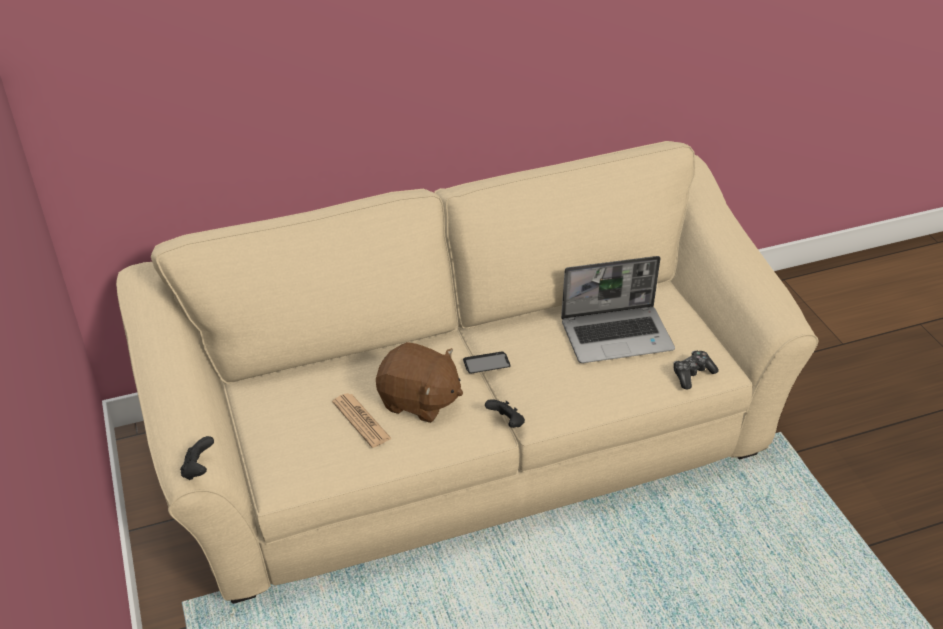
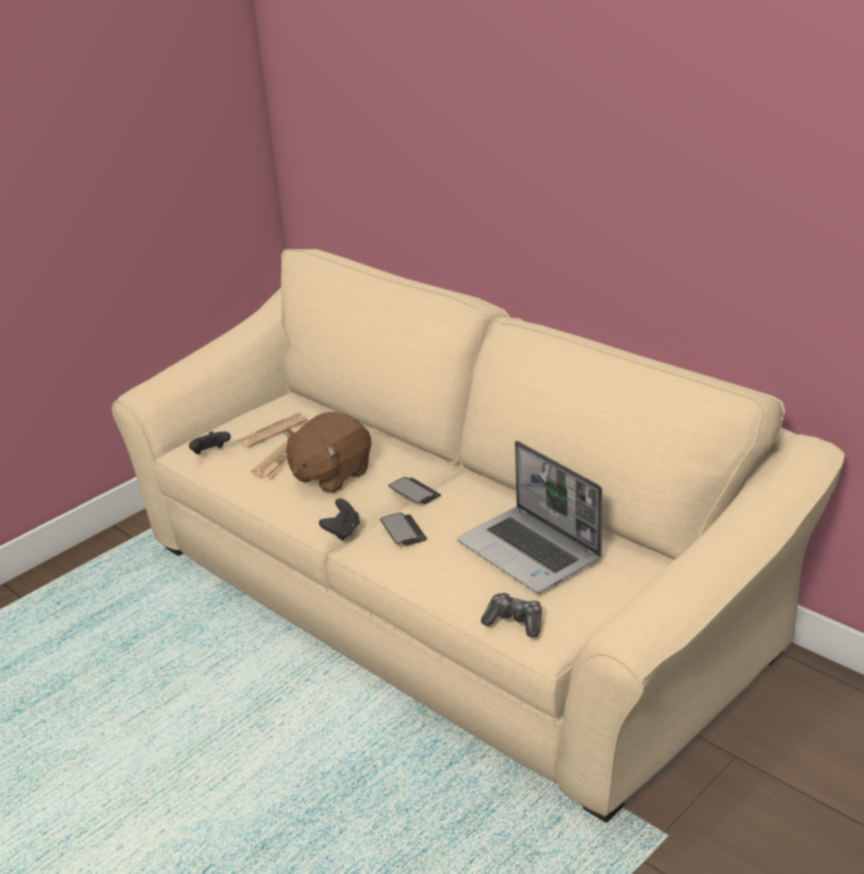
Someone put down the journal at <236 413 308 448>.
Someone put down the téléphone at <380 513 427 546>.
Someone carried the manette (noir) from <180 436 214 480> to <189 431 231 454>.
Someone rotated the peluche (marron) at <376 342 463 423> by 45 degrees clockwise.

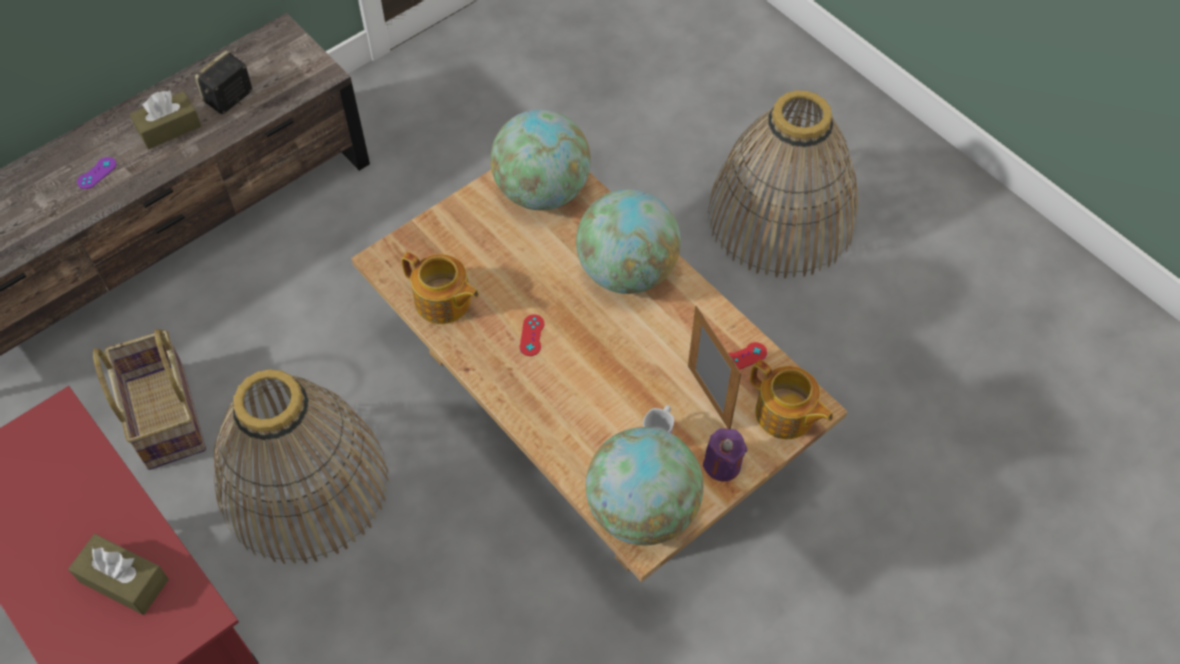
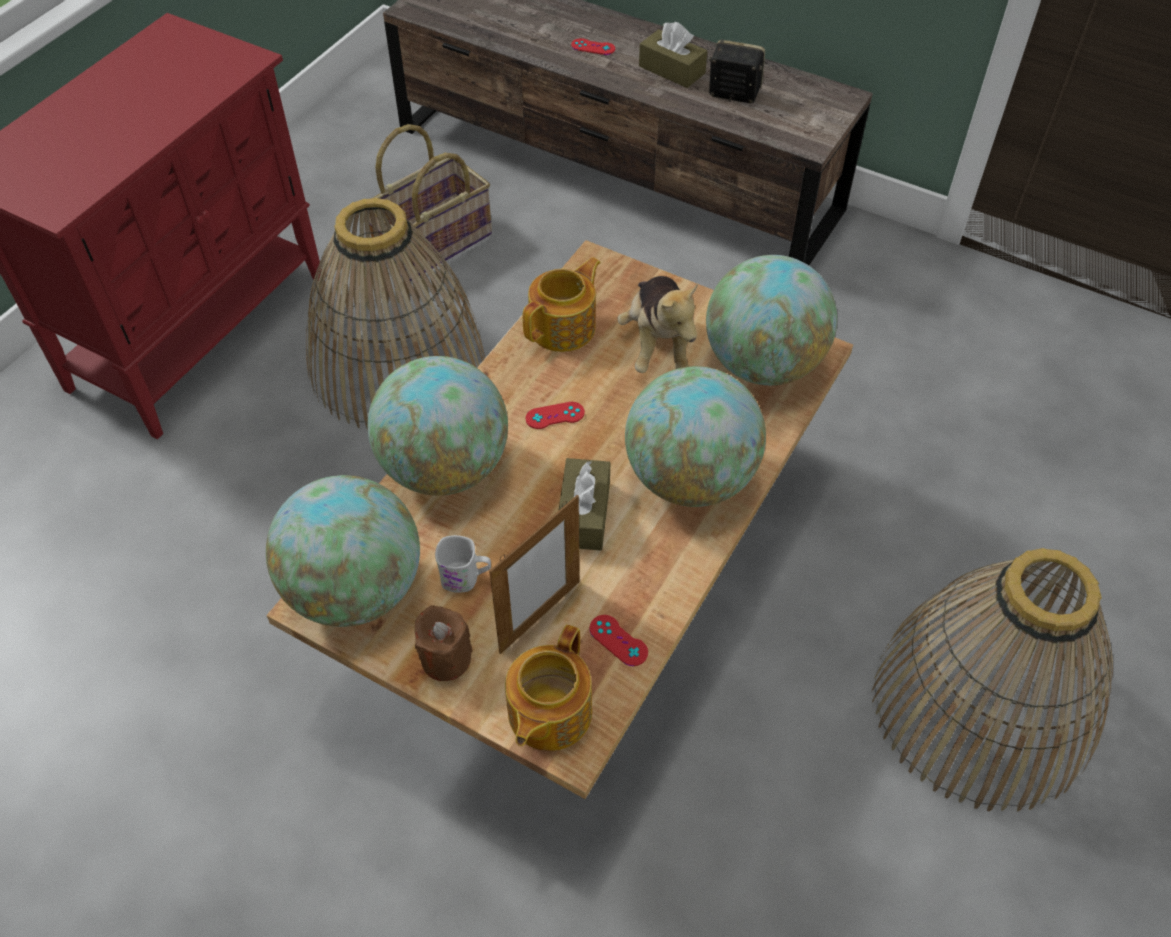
Someone put down the globe at <368 356 508 496>.
Someone put down the peluche at <618 276 698 373>.
Someone carried the boîte à mouchoirs (marron) from <68 534 169 615> to <559 458 610 551>.
Someone repainted the manette (violet) at <77 157 116 189>, which became the manette (rouge) at <571 38 615 55>.
Someone repainted the bougie (violet) at <703 428 747 481>, which became the bougie (marron) at <415 606 473 681>.
Someone rotated the théière at <402 252 479 324> by 150 degrees counterclockwise.

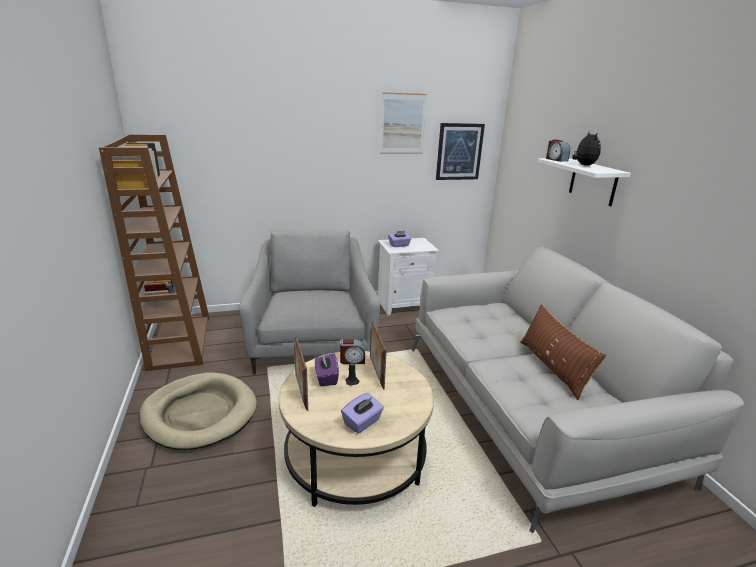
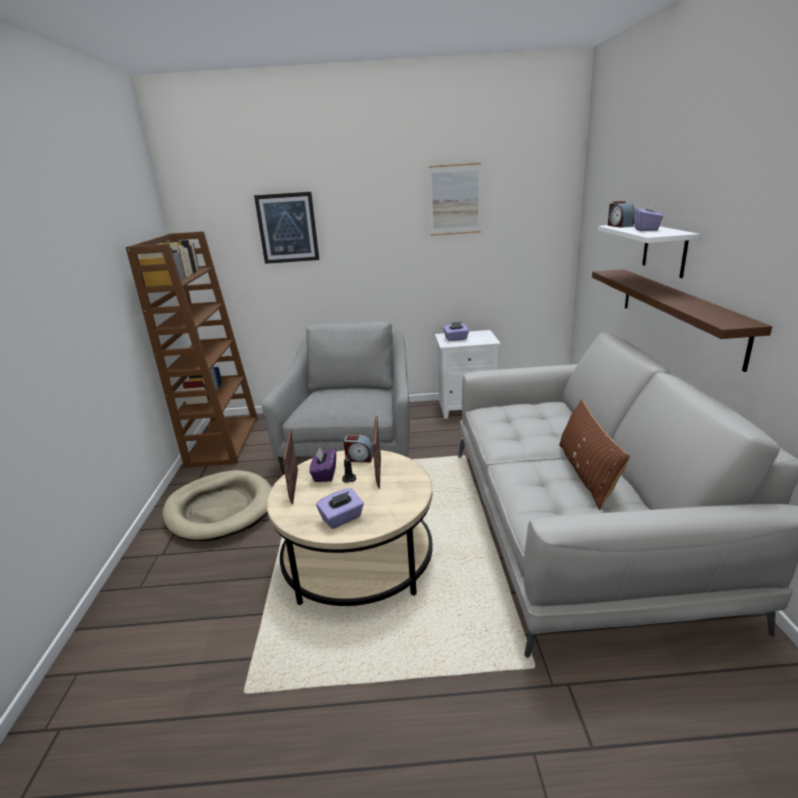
Someone put up the étagère (marron) at <592 269 772 372>.
Someone carried the tableau from <436 123 485 180> to <254 192 319 264>.
Someone swapped the peluche at <572 131 601 166> for the boîte à mouchoirs (violet) at <634 201 663 231>.

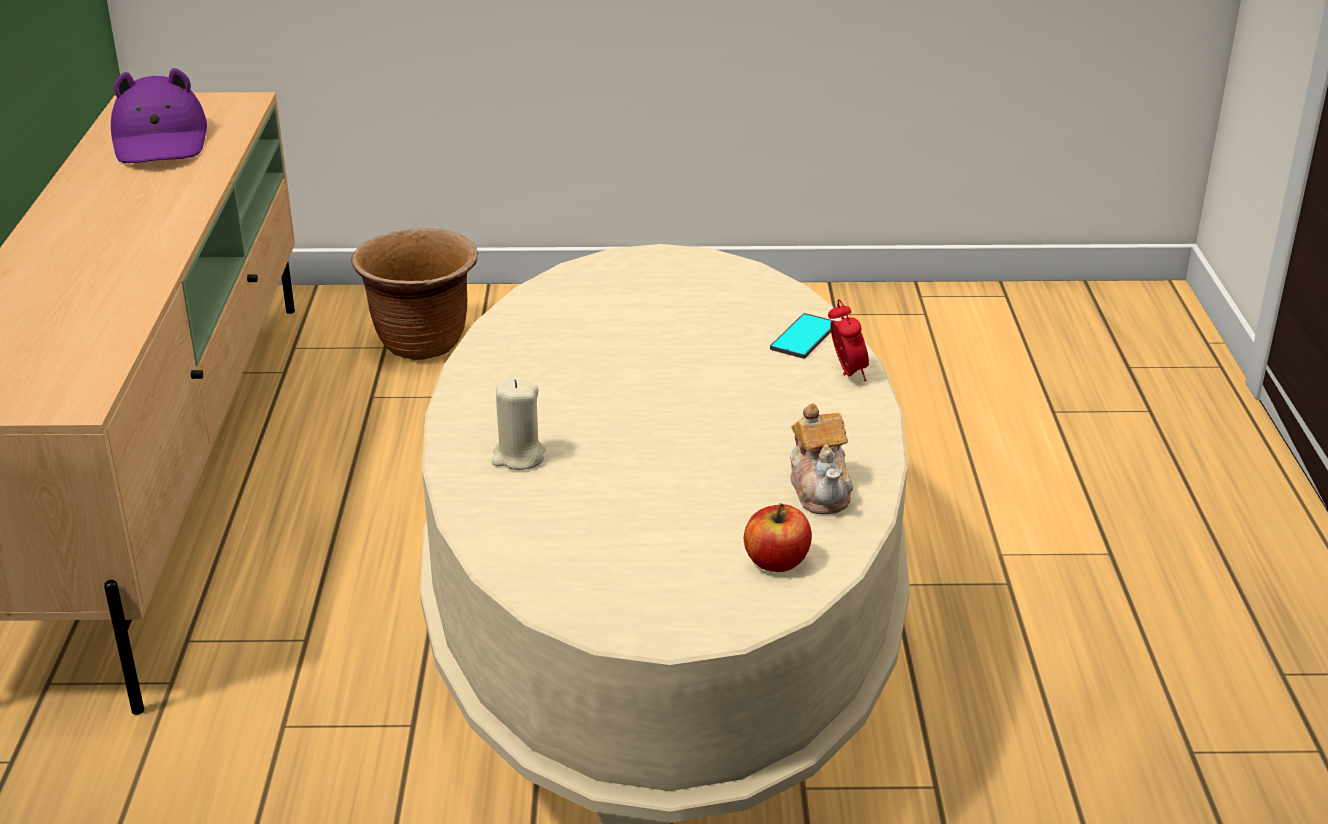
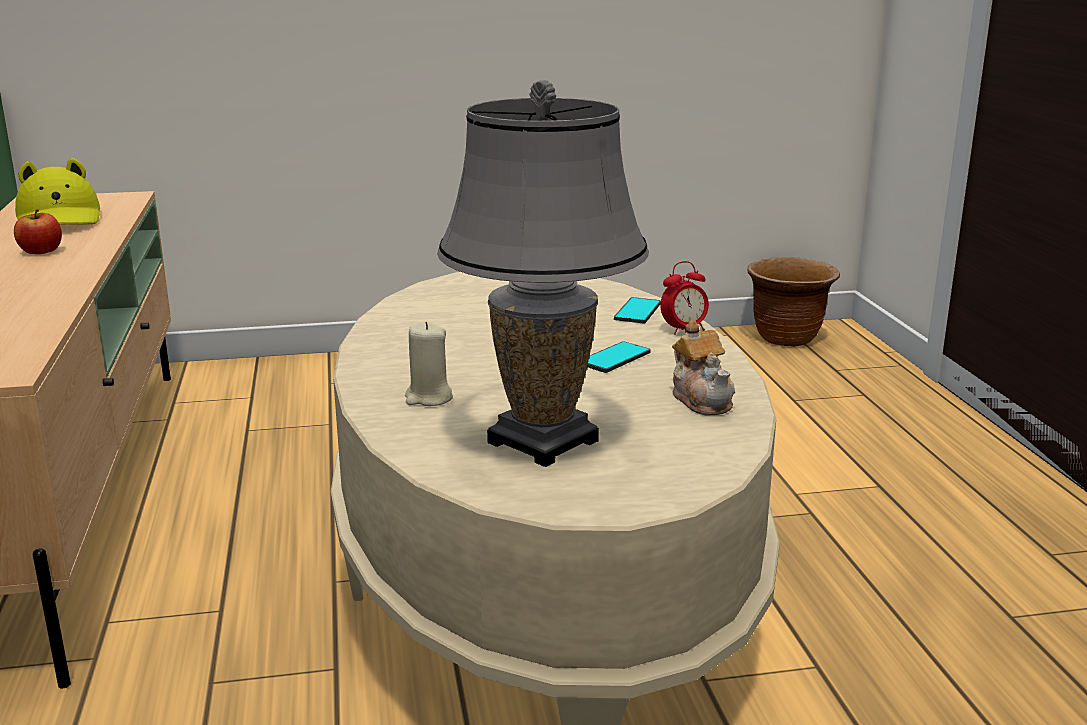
Someone put down the lampe de table (gris) at <437 80 649 467>.
Someone put down the téléphone at <587 341 651 373>.
Someone carried the cache-pot (marron) from <352 228 478 360> to <747 257 840 347>.
Someone carried the pomme from <744 503 812 572> to <14 209 62 254>.
Someone repainted the chapeau (violet) at <111 68 207 163>, which became the chapeau (jaune) at <15 158 100 225>.
Someone rotated the réveil at <828 299 869 381> by 90 degrees clockwise.

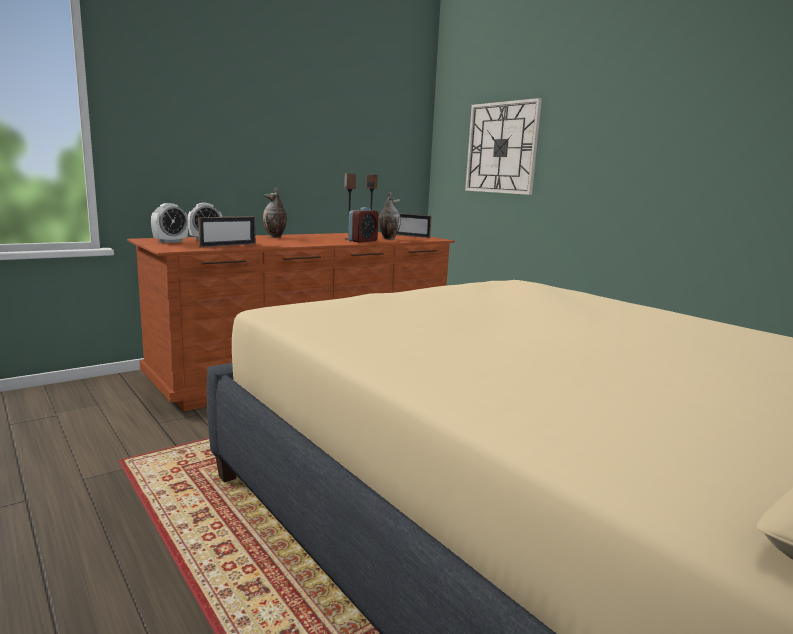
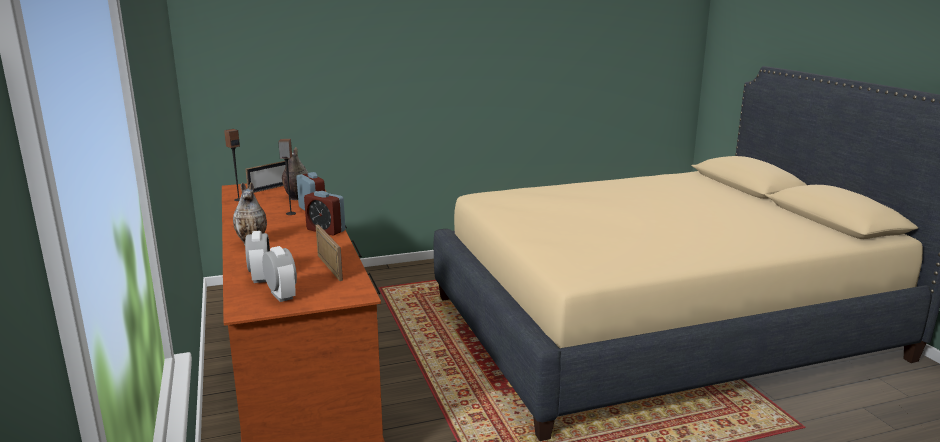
Someone took away the horloge murale at <465 98 542 195>.
Someone put down the réveil at <304 191 345 235>.

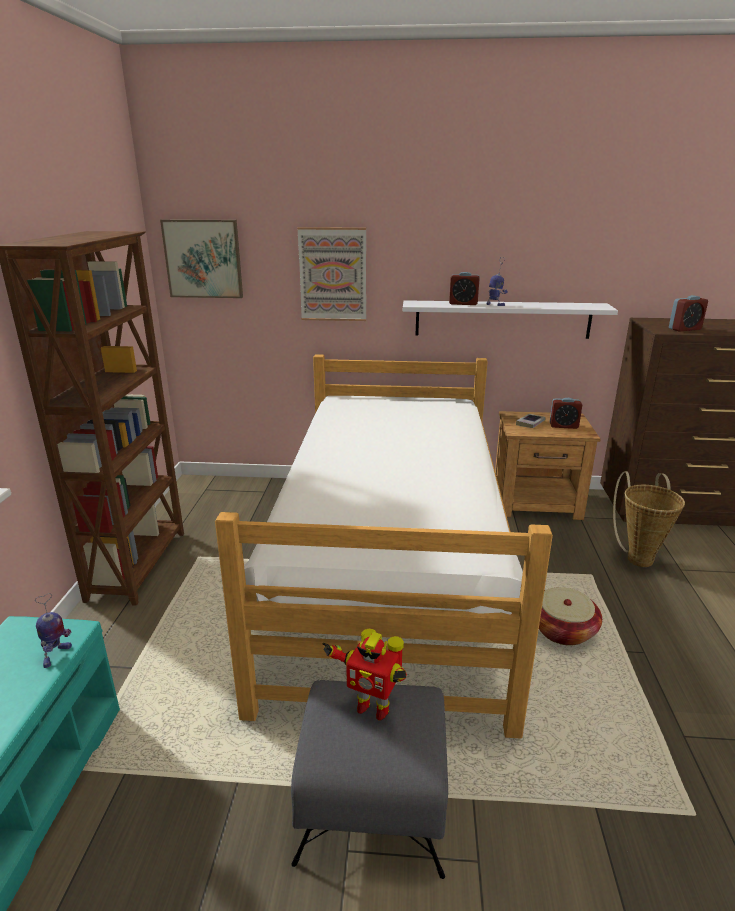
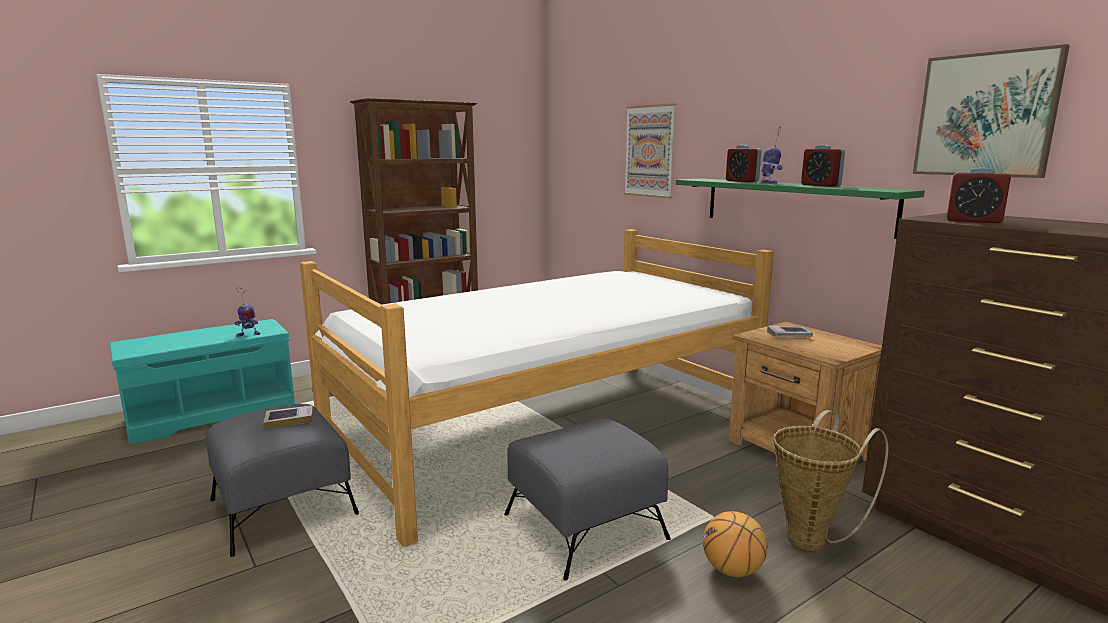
Someone put down the ballon de basket at <703 511 767 577>.
Someone carried the tableau from <160 219 243 298> to <913 44 1070 178>.
Someone carried the réveil from <550 398 582 429> to <801 145 845 187>.
Someone swapped the robot jouet at <323 629 407 720> for the livre at <263 405 313 428>.
Someone swapped the panier at <539 587 602 646> for the pouf (gris) at <504 418 671 580>.
Someone repainted the étagère (blanc) at <403 300 618 339>, which became the étagère (vert) at <676 179 925 239>.

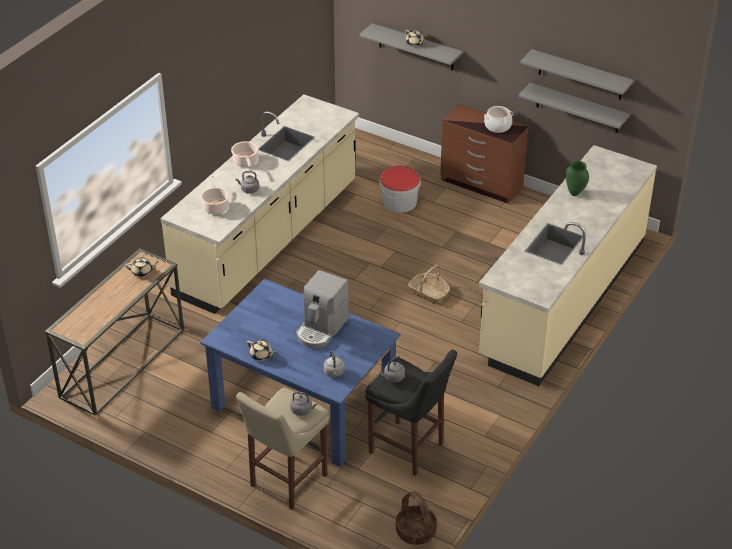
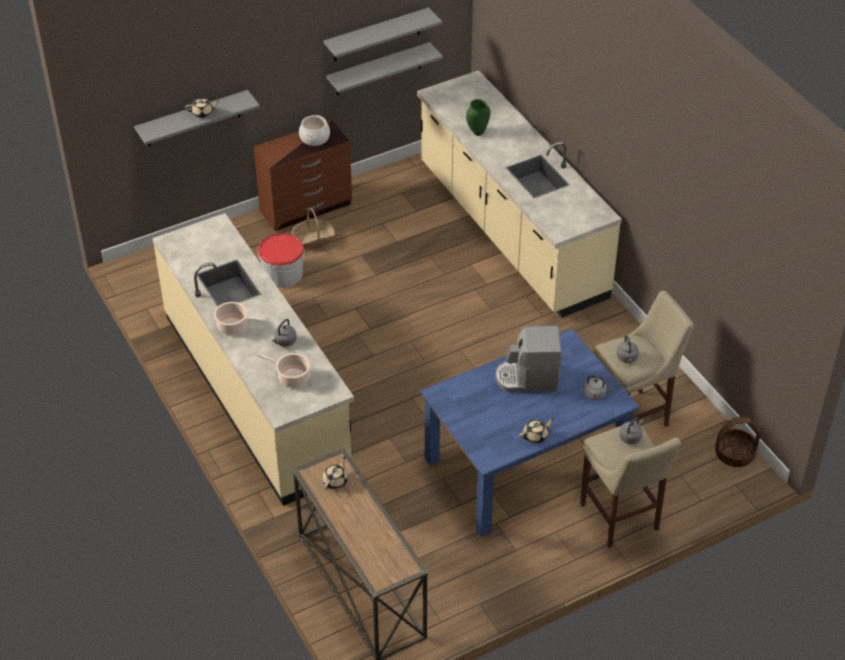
Someone carried the panier from <408 265 450 304> to <291 208 336 249>.
Someone repainted the tabouret (noir) at <365 349 457 476>, which became the tabouret (beige) at <595 290 694 427>.
Someone rotated the machine à café at <296 270 349 348> by 120 degrees clockwise.

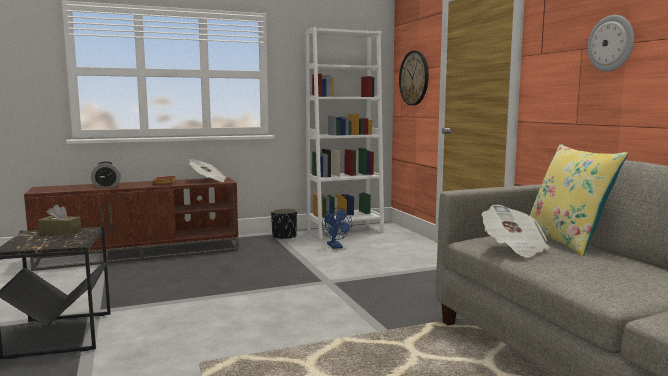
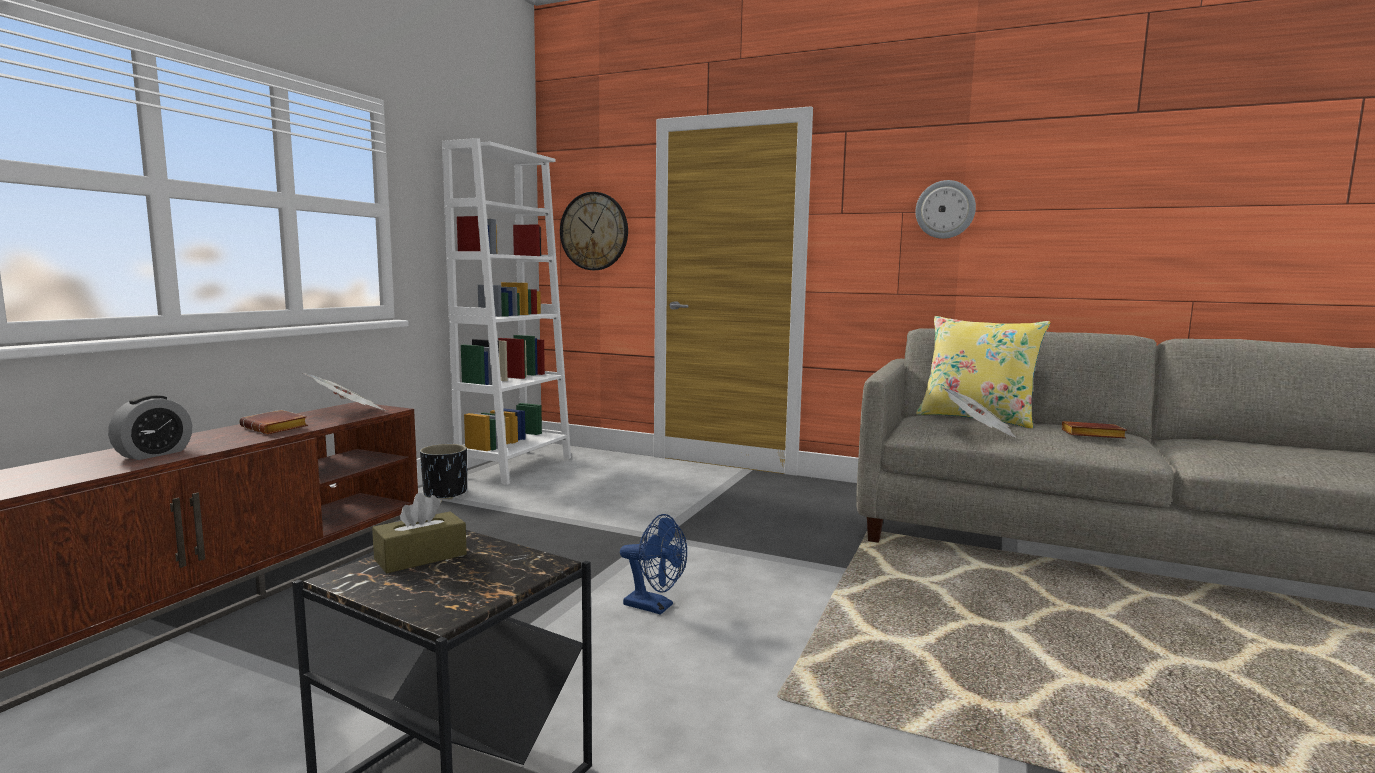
Someone put down the livre (marron) at <1062 421 1127 439>.
Someone carried the ventilateur (bleu) from <322 208 352 249> to <620 514 687 615>.

